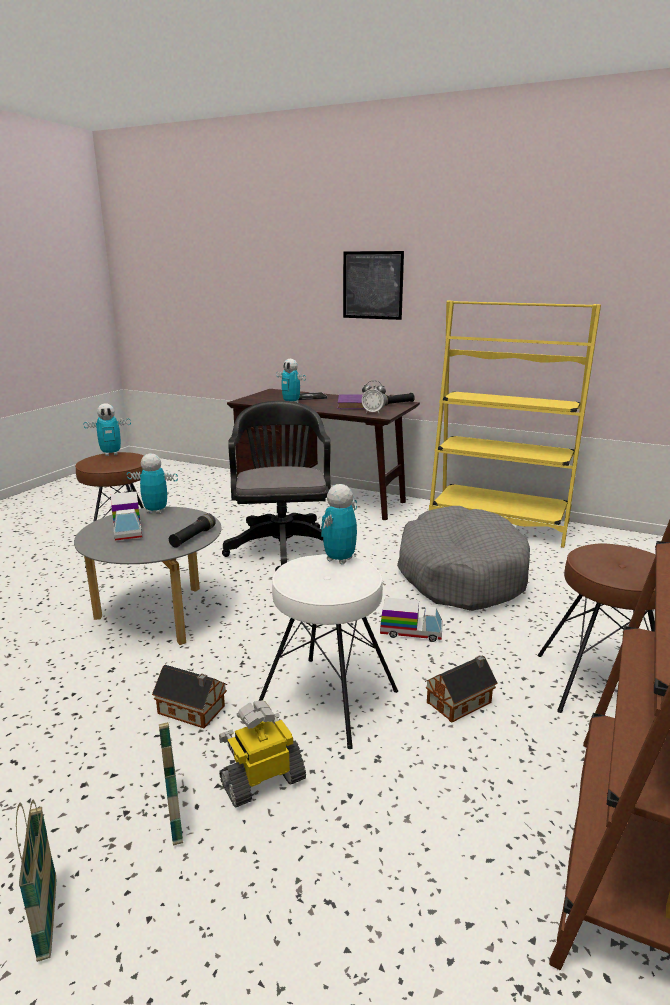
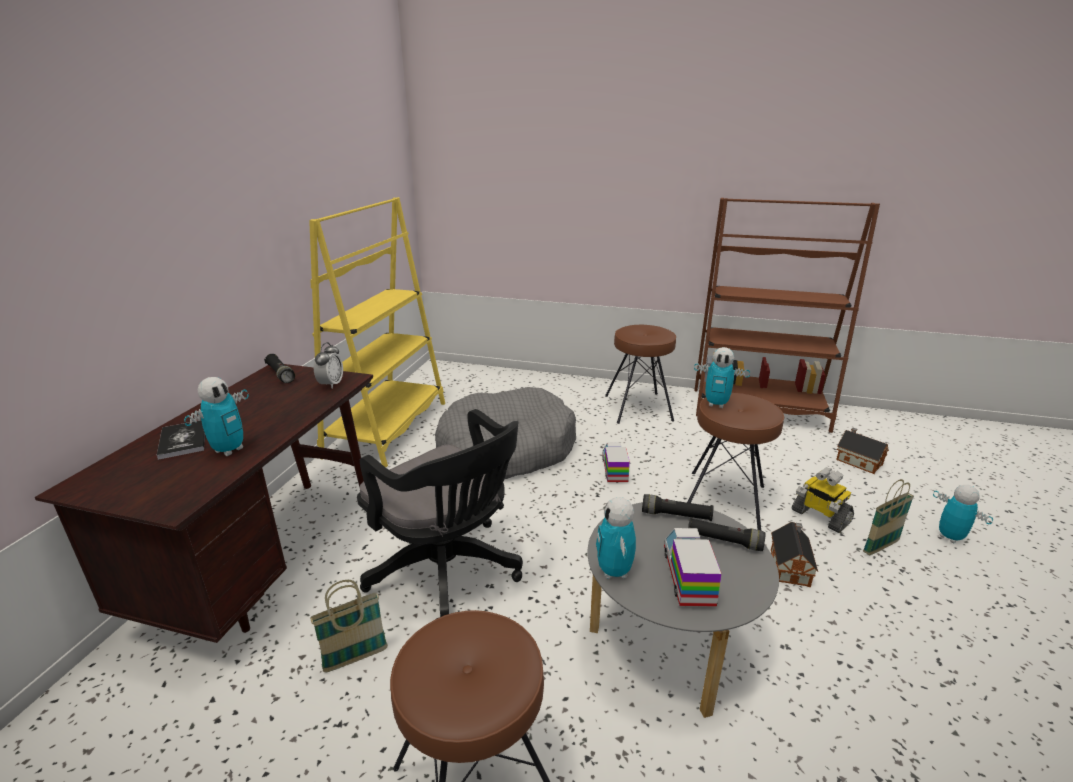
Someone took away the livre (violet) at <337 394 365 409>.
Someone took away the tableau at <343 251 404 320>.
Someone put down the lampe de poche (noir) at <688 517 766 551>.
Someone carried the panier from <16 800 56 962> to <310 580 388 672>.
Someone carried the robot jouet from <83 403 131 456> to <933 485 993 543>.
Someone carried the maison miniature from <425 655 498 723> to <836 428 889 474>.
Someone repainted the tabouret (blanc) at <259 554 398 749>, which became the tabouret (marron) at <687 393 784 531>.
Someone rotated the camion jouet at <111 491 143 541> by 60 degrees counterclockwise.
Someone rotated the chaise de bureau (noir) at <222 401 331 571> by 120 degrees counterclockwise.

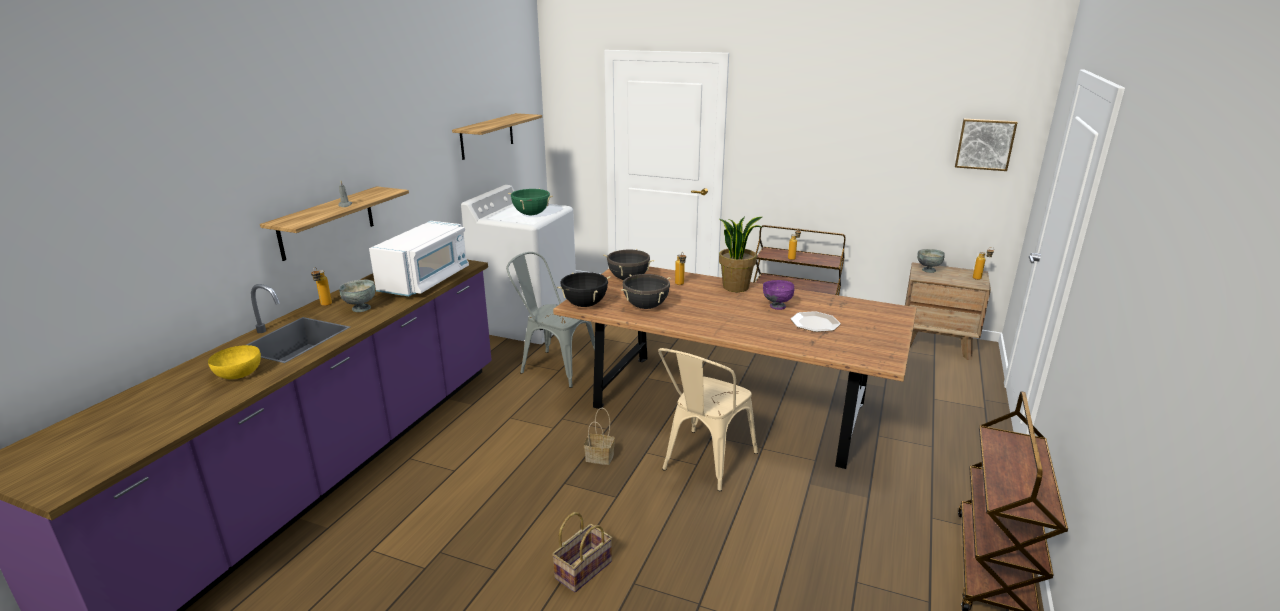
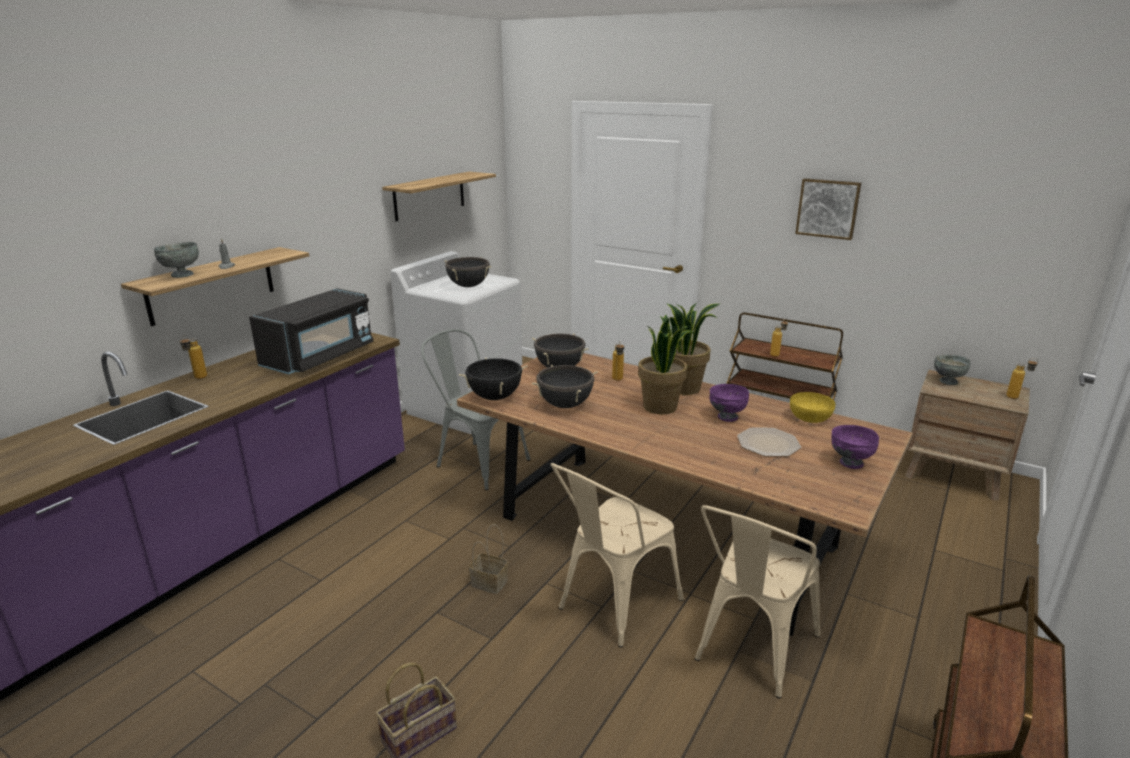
Someone put down the plante en pot at <638 315 695 414>.
Someone put down the chaise (beige) at <695 505 820 699>.
Someone put down the bol (violet) at <831 425 879 469>.
Someone carried the bol (jaune) from <208 345 261 379> to <790 392 835 423>.
Someone carried the bol (gris) from <339 279 375 312> to <153 242 199 278>.
Someone carried the tableau from <955 119 1018 171> to <795 178 861 240>.
Someone repainted the micro-ondes (blanc) at <369 221 469 296>, which became the micro-ondes (noir) at <249 288 373 374>.
Someone repainted the marmite (vert) at <508 189 553 215>, which became the marmite (noir) at <444 257 491 287>.

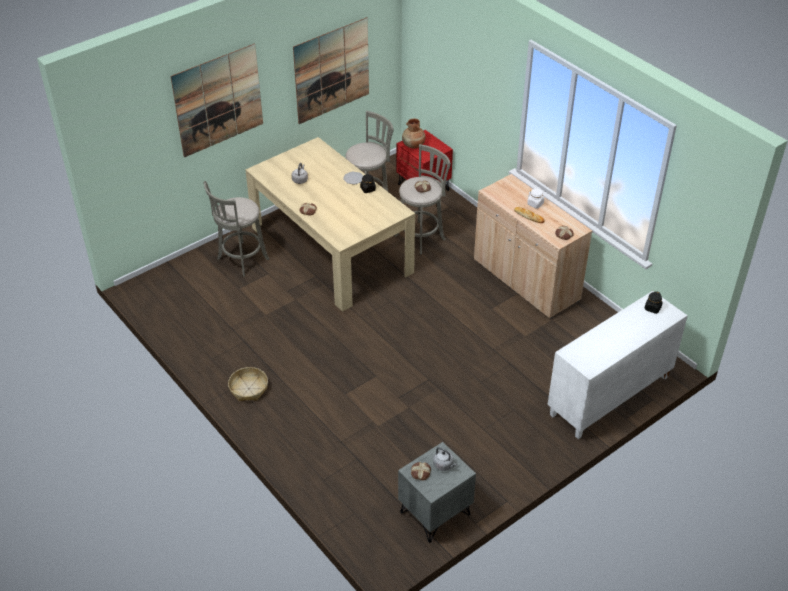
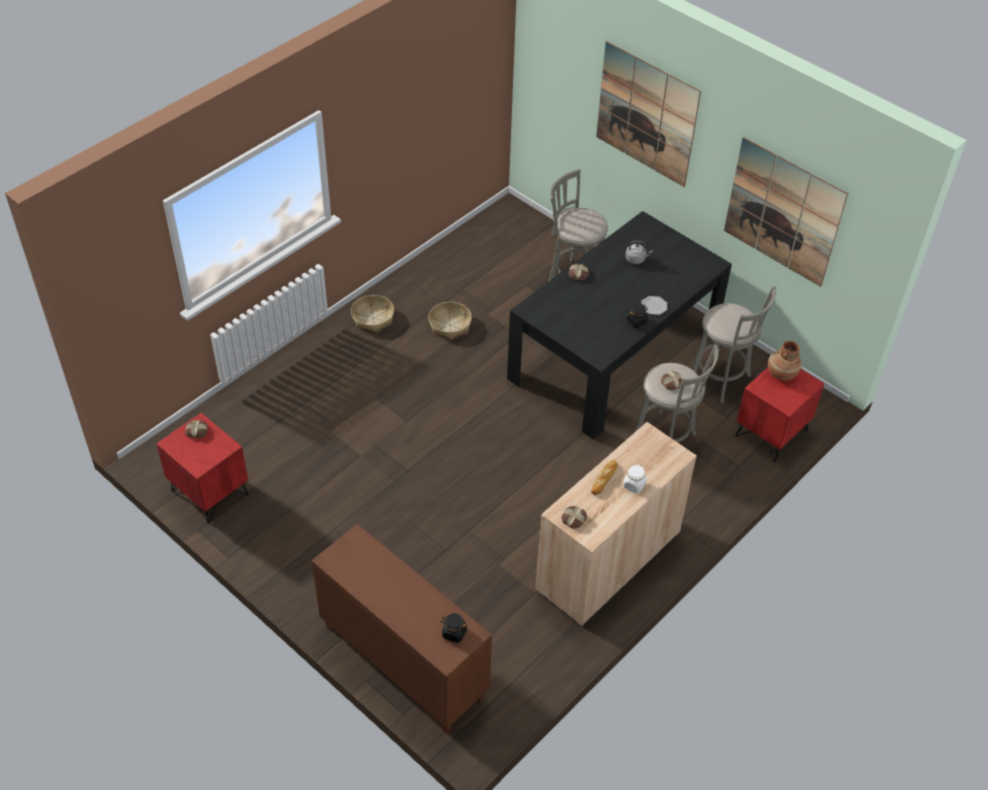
Someone took away the bouilloire (gris) at <433 447 457 471>.
Someone put down the panier at <428 302 472 339>.
Someone repainted the table à manger (beige) at <245 137 415 312>, which became the table à manger (noir) at <507 211 732 439>.
Someone repainted the table de chevet (gris) at <398 442 476 543>, which became the table de chevet (rouge) at <156 413 248 524>.
Someone repainted the meuble de rangement (blanc) at <547 291 688 439>, which became the meuble de rangement (marron) at <312 524 492 734>.

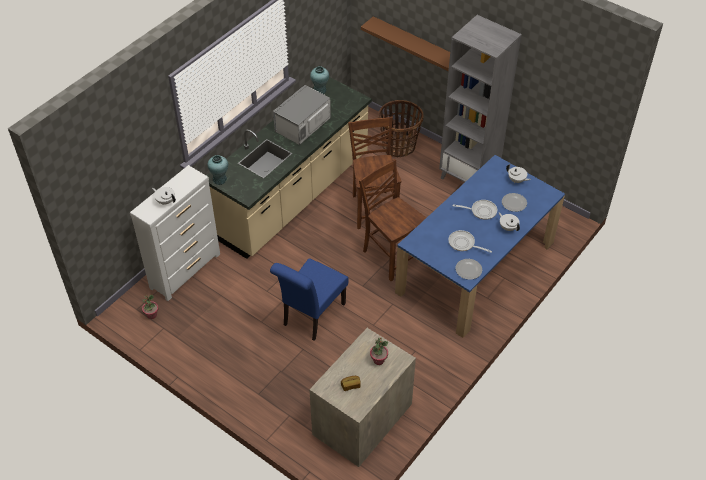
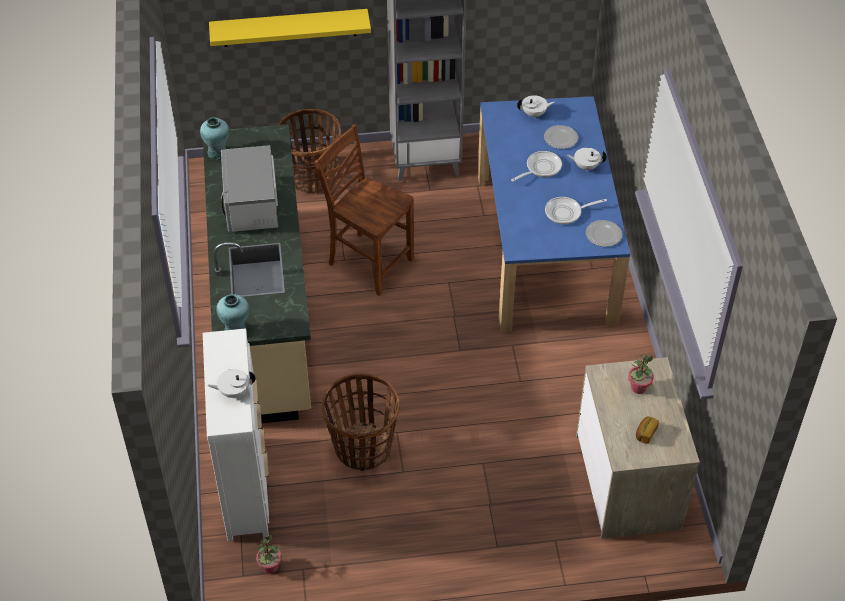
Someone took away the chaise (bleu) at <270 258 349 341>.
Someone took away the chaise (marron) at <359 159 426 281>.
Someone put down the panier at <322 373 400 471>.
Someone repainted the étagère (marron) at <361 16 450 71>, which became the étagère (jaune) at <209 9 371 47>.

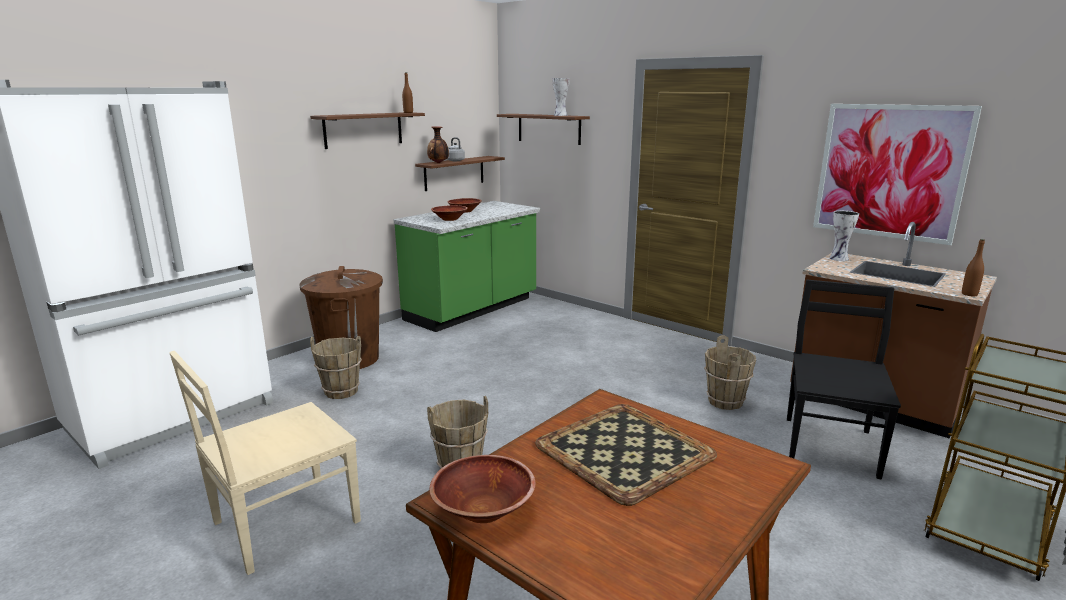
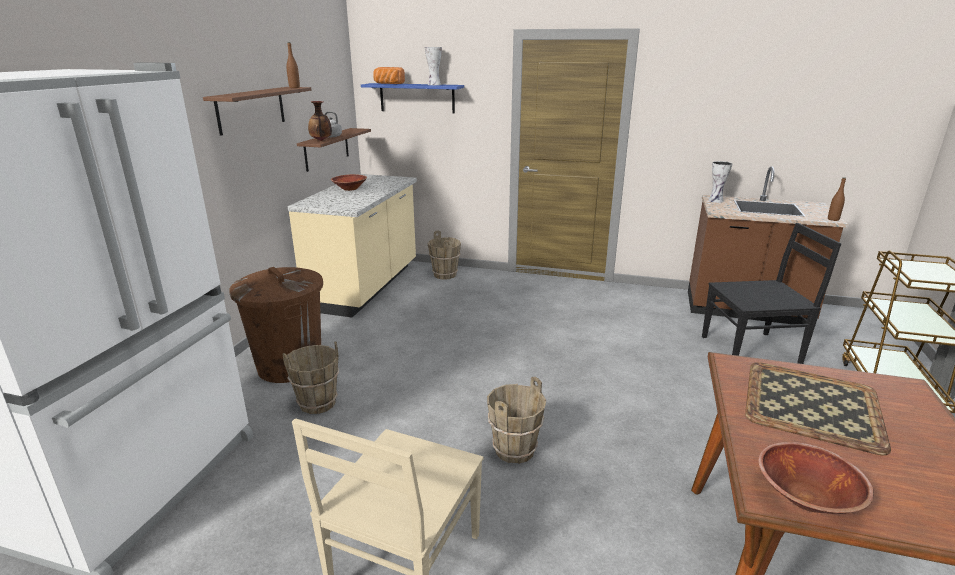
Someone took away the bol (marron) at <431 205 468 221>.
Someone took away the tableau at <813 104 982 245>.
Someone put down the pain at <373 67 405 84>.
Someone carried the seau (marron) from <704 336 756 410> to <428 231 461 280>.
Someone repainted the comptoir de cuisine (vert) at <394 201 540 332>, which became the comptoir de cuisine (beige) at <288 174 417 318>.
Someone repainted the étagère (marron) at <497 114 590 145>, which became the étagère (bleu) at <361 83 464 114>.
Someone rotated the chaise (noir) at <787 280 901 479> by 90 degrees clockwise.

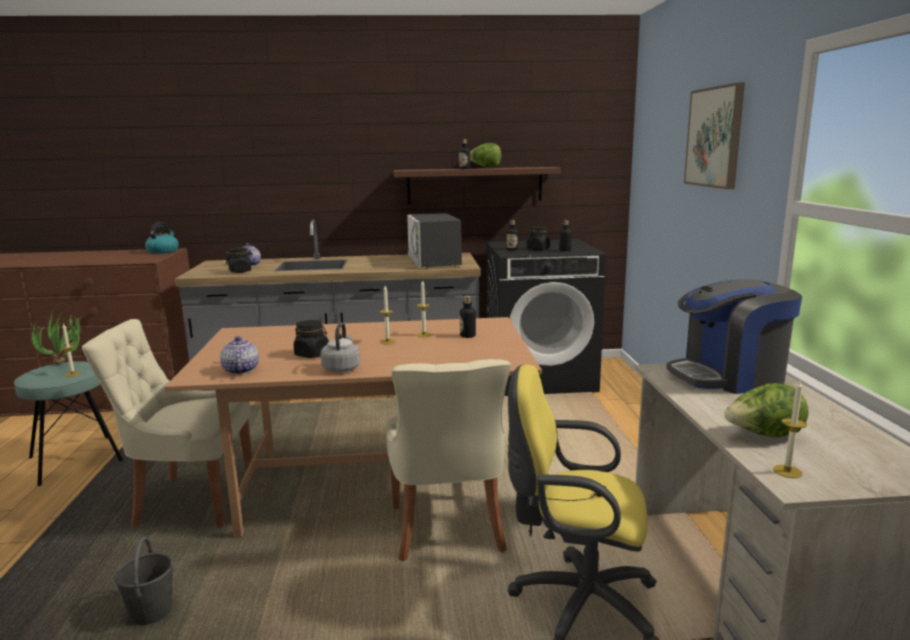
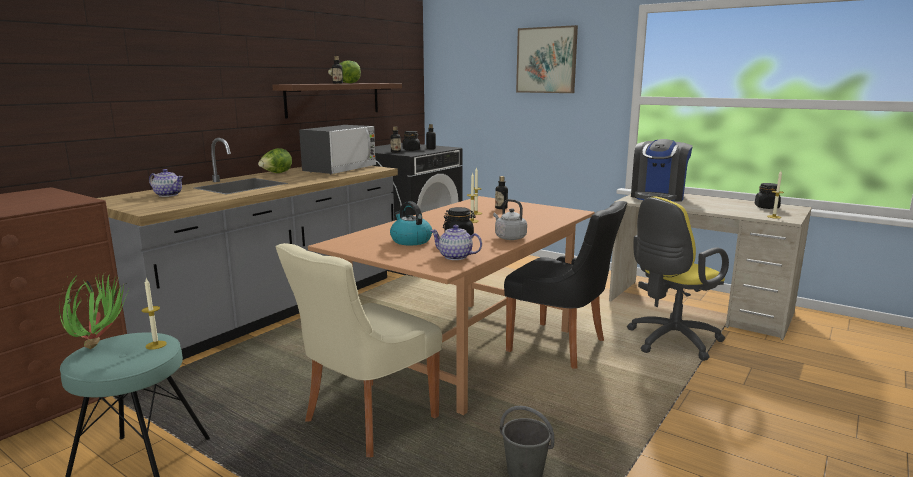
Someone carried the bouilloire from <145 222 179 254> to <390 201 432 245>.
Someone carried the bocal (noir) from <226 247 252 273> to <755 183 781 209>.
Someone carried the laitue from <724 383 808 437> to <258 148 292 173>.
Someone repainted the chaise (beige) at <386 359 511 562>, which became the chaise (noir) at <504 201 627 369>.
Someone rotated the micro-ondes at <407 213 462 268> by 90 degrees counterclockwise.

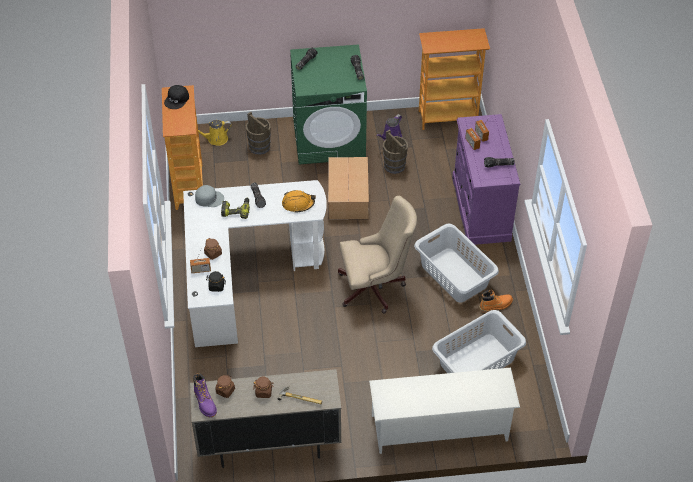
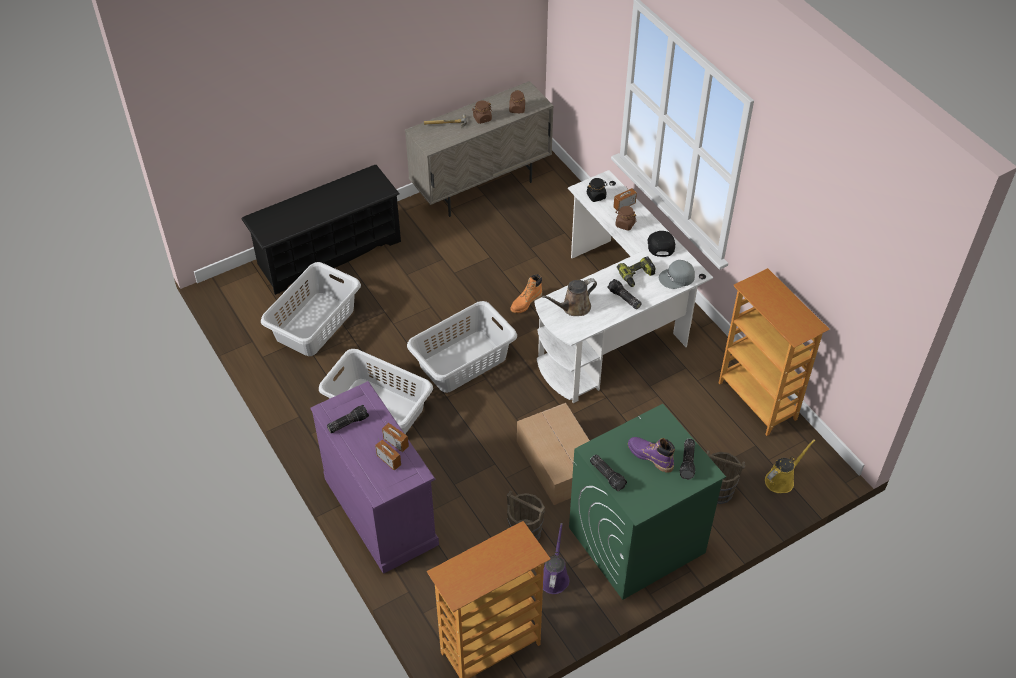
Someone carried the casquette (noir) from <164 85 189 109> to <648 231 675 257>.
Someone carried the botte (violet) from <193 373 217 417> to <628 437 675 473>.
Someone carried the botte (orange) from <479 290 513 313> to <510 274 542 313>.
Someone swapped the casque de chantier (orange) at <282 190 316 212> for the arrosoir (marron) at <542 278 597 316>.
Someone swapped the chaise de bureau (beige) at <338 196 417 314> for the panier à linge (gris) at <407 301 517 393>.
Someone repainted the étagère à chaussures (blanc) at <369 368 520 454>, which became the étagère à chaussures (noir) at <241 165 401 295>.

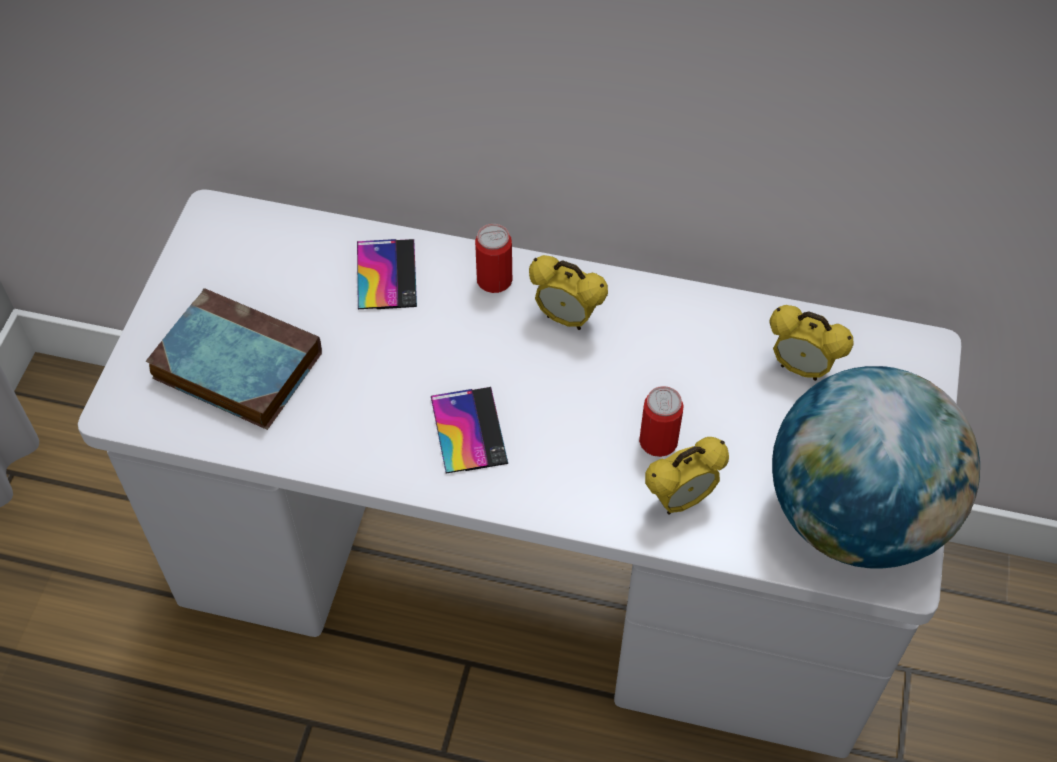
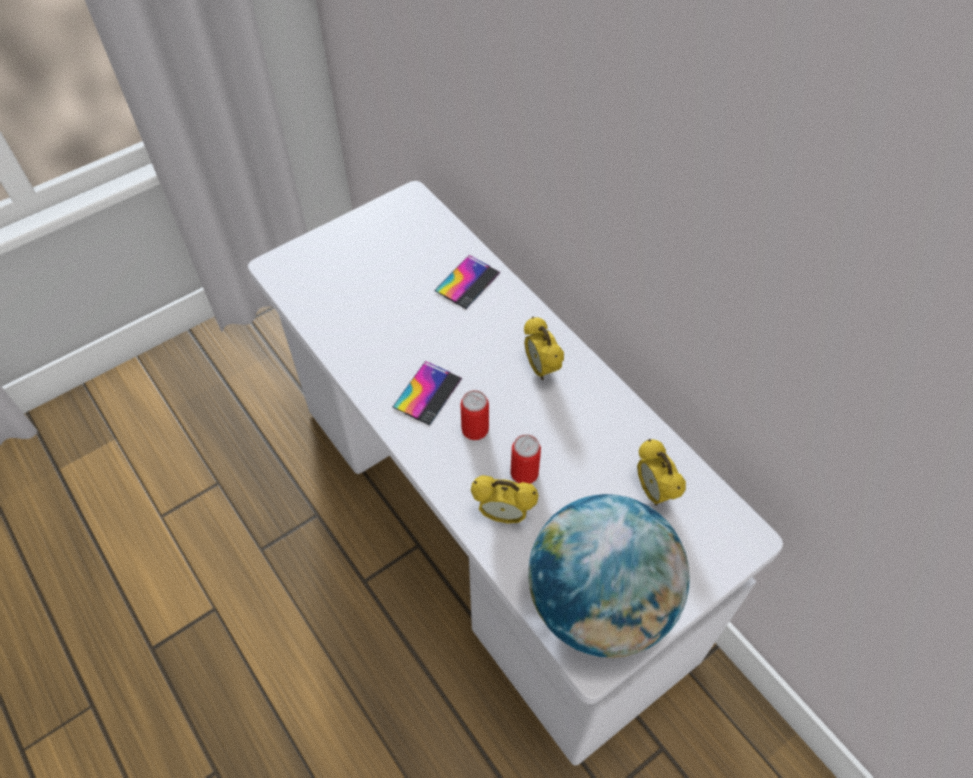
Someone took away the livre at <146 288 322 430>.
Someone carried the boîte métallique from <475 224 512 293> to <460 390 489 440>.

